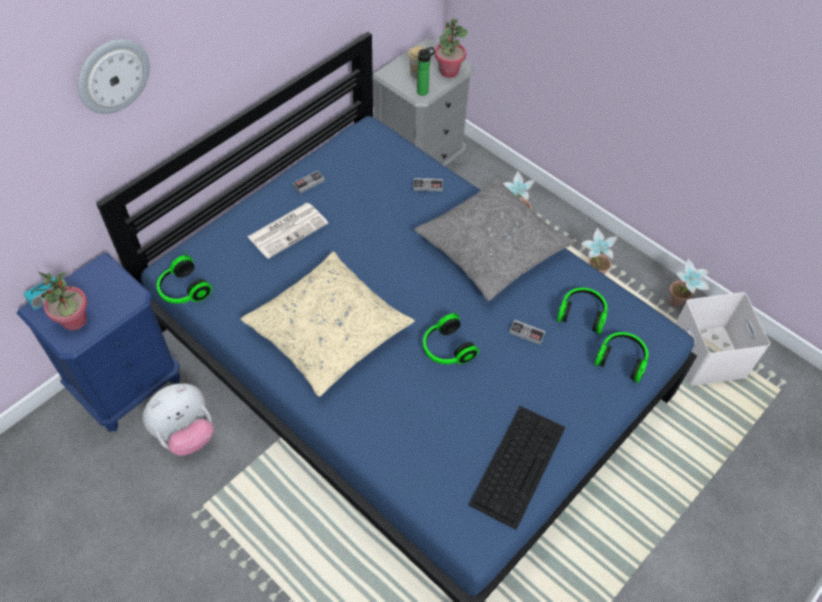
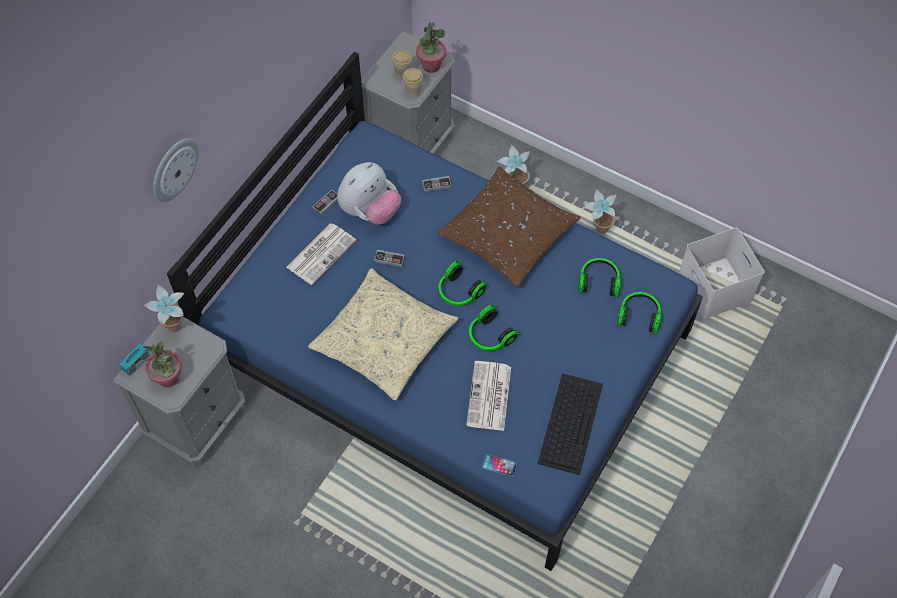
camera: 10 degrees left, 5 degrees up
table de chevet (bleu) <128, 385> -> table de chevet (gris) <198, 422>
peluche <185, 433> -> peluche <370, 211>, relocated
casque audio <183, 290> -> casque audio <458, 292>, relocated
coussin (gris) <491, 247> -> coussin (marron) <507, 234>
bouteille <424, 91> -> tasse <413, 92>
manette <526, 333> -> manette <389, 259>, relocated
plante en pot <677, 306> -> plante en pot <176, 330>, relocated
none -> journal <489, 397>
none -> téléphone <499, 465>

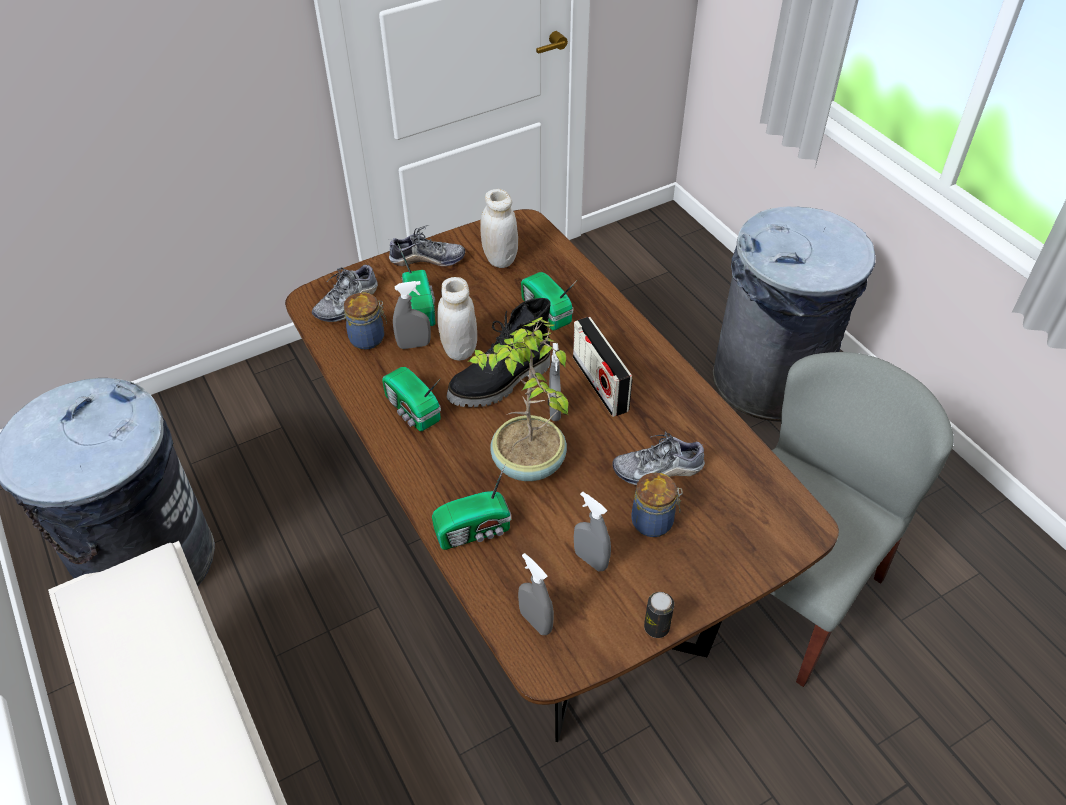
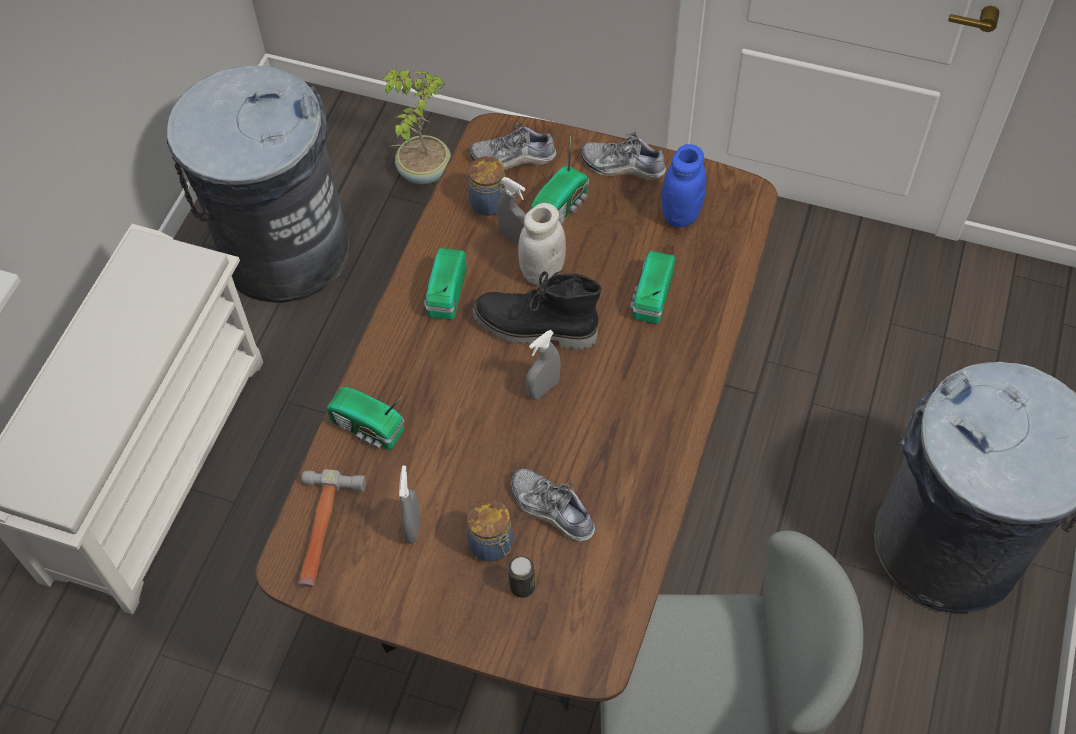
camera: 50 degrees right, 10 degrees up
chaussure <427, 259> -> chaussure <622, 166>, 150 degrees clockwise
plante en pot <527, 464> -> plante en pot <423, 171>, relocated
bocal (blanc) <500, 259> -> bocal (bleu) <680, 214>
vaporisateur (gris) <535, 621> -> marteau <322, 532>
radio <600, 384> -> none
boîte métallique <656, 627> -> boîte métallique <522, 586>, relocated

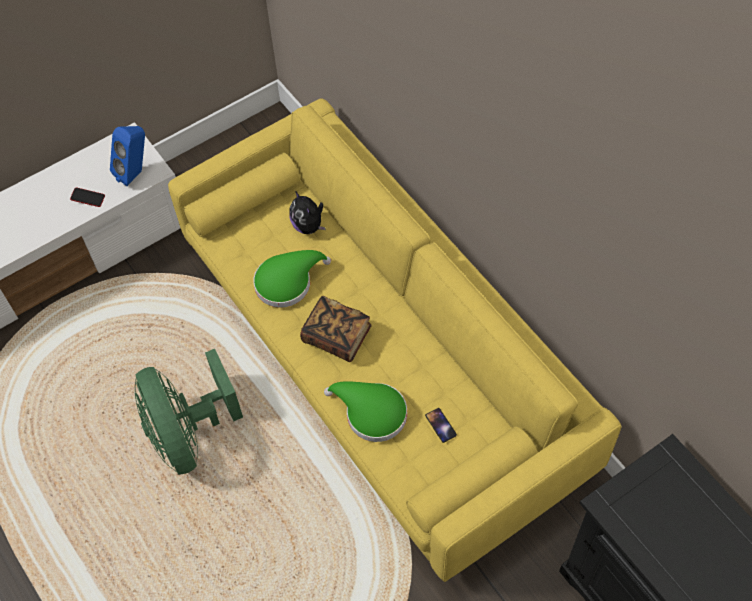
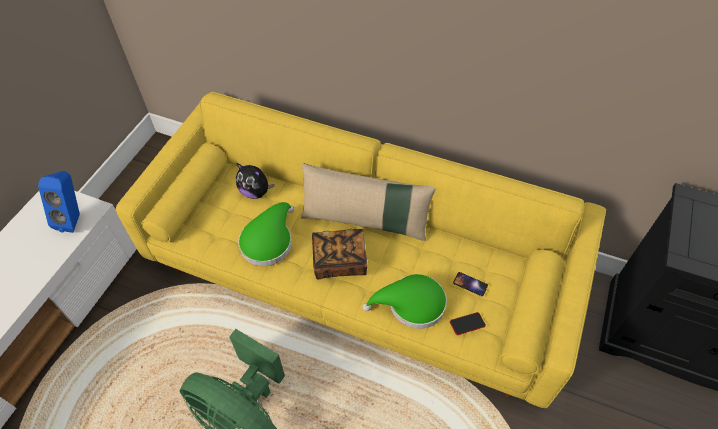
camera: 35 degrees left, 5 degrees down
téléphone <88, 198> -> téléphone <467, 324>, relocated
none -> coussin (beige) <366, 221>

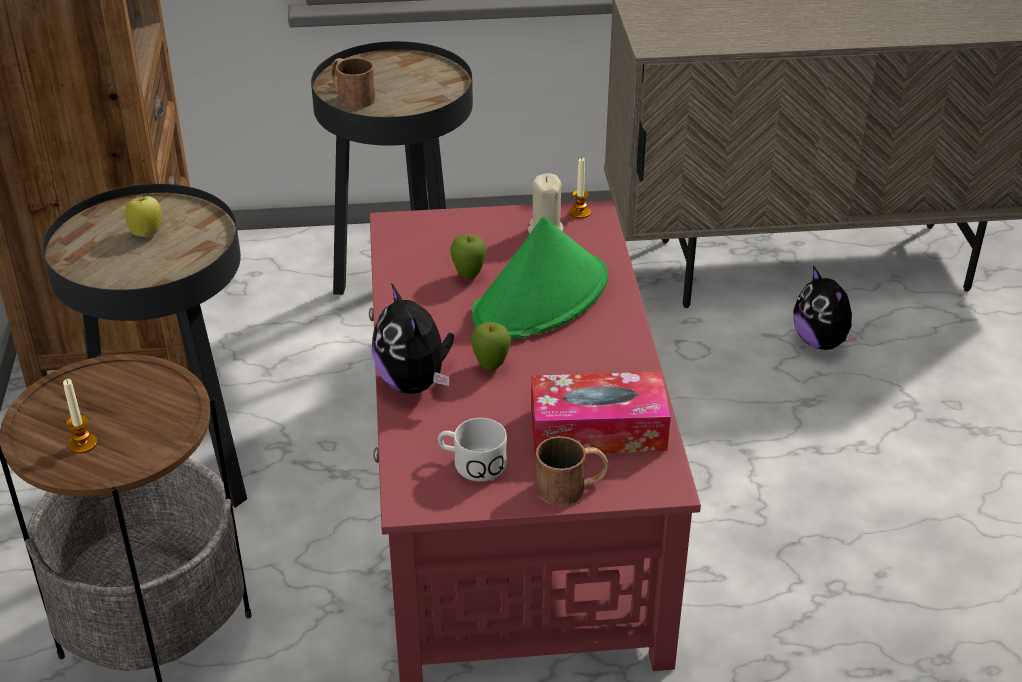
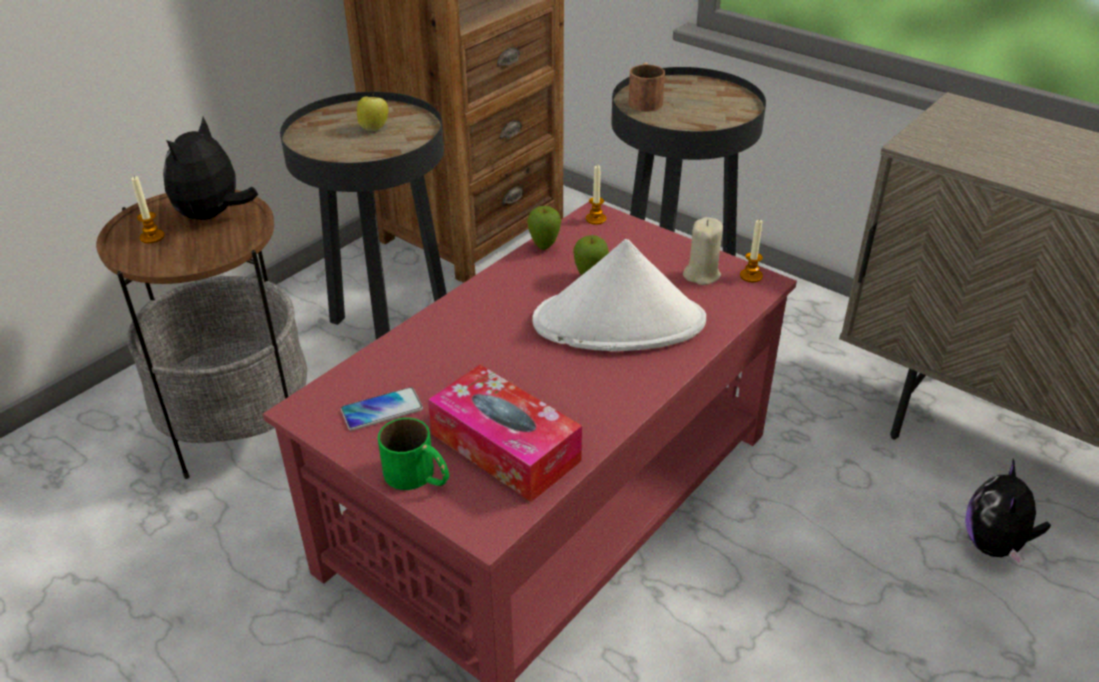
camera: 45 degrees right, 0 degrees up
peluche <415, 383> -> peluche <213, 216>, relocated
mug (blanc) <471, 463> -> téléphone <382, 410>
pomme <490, 367> -> pomme <544, 247>, relocated
chapeau (vert) <541, 298> -> chapeau (blanc) <620, 322>
mug (marron) <572, 486> -> mug (vert) <419, 476>
none -> bougie <596, 219>

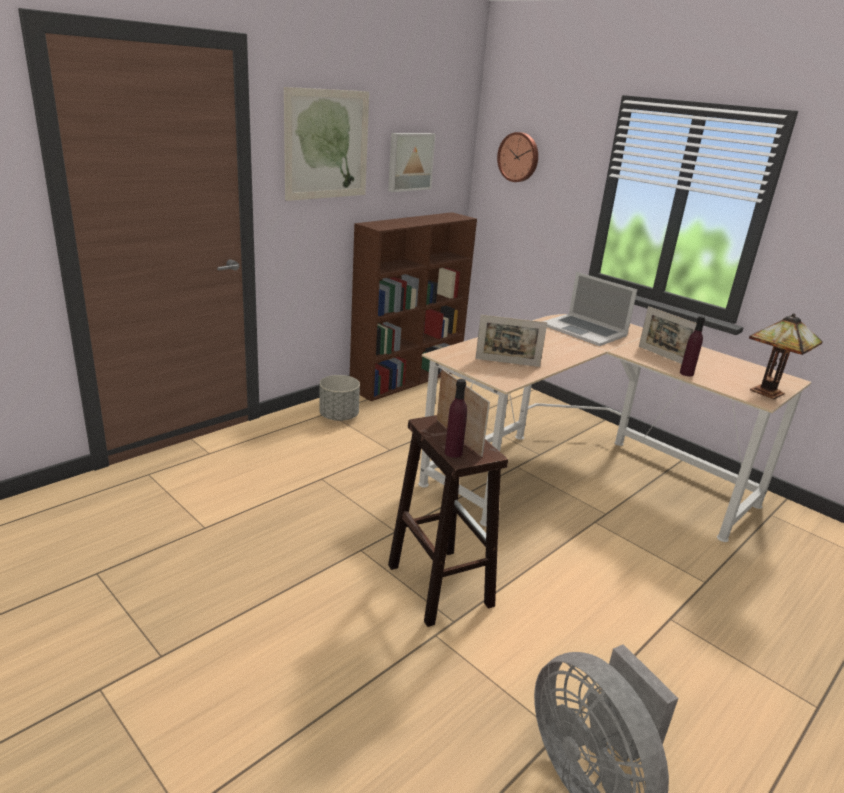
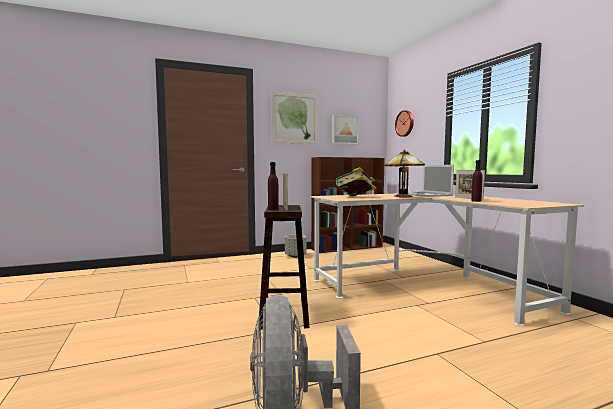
camera: 25 degrees right, 20 degrees down
cadre photo <507, 362> -> livre <355, 197>
lampe de table <770, 392> -> lampe de table <404, 197>, relocated

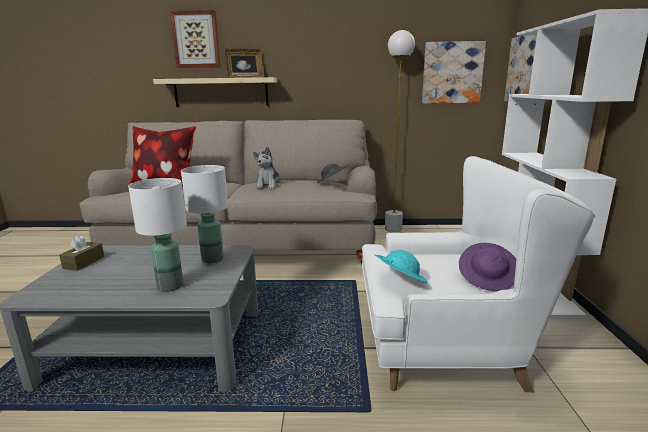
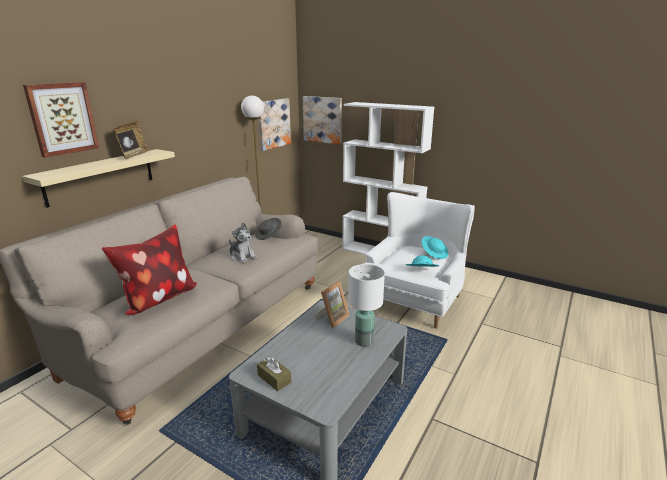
camera: 60 degrees left, 5 degrees up
lampe de table (blanc) <213, 259> -> cadre photo <332, 318>
chapeau (violet) <488, 279> -> chapeau (turquoise) <434, 254>

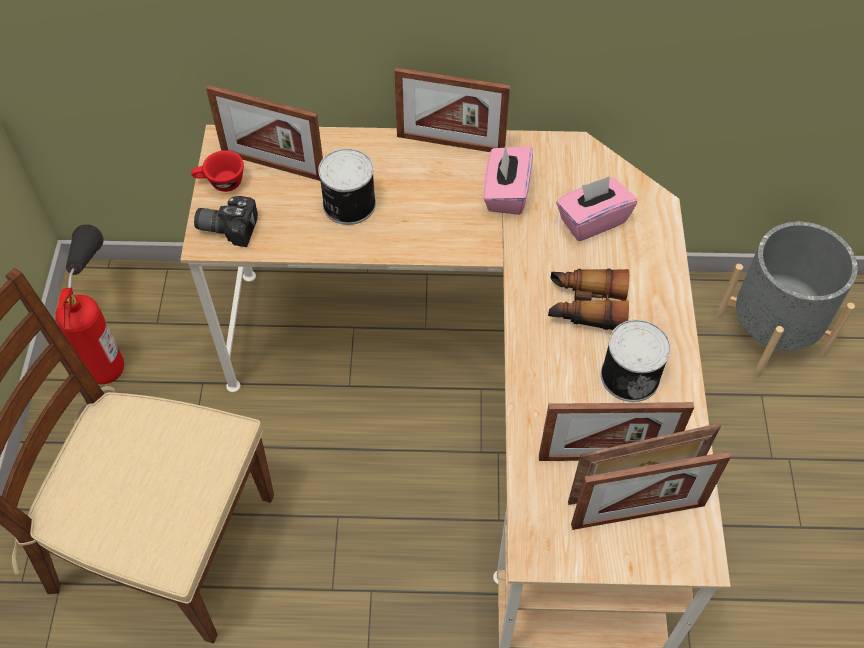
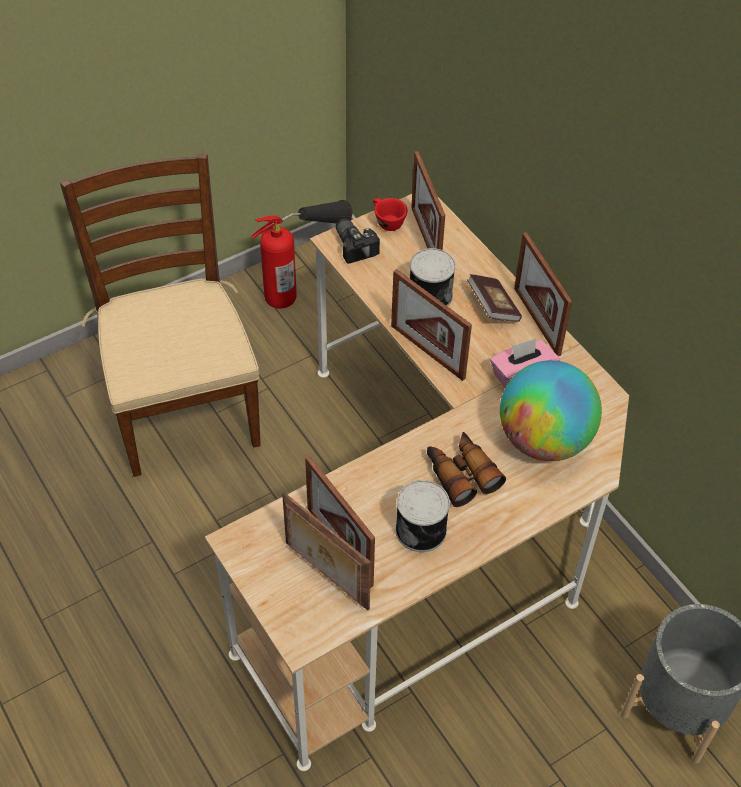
camera: 55 degrees right, 5 degrees down
boîte à mouchoirs (rose) <592, 220> -> globe <543, 440>
cadre photo <638, 515> -> cadre photo <427, 352>, relocated
none -> livre <493, 307>

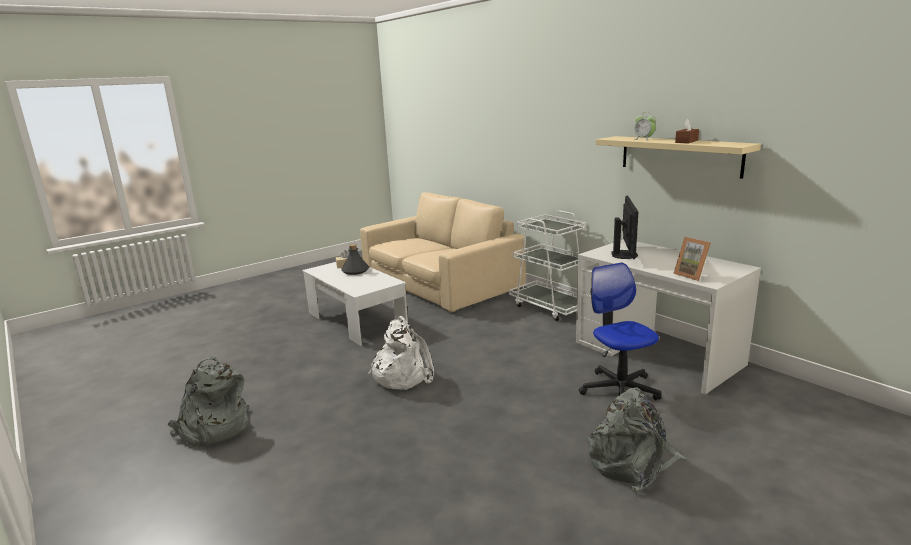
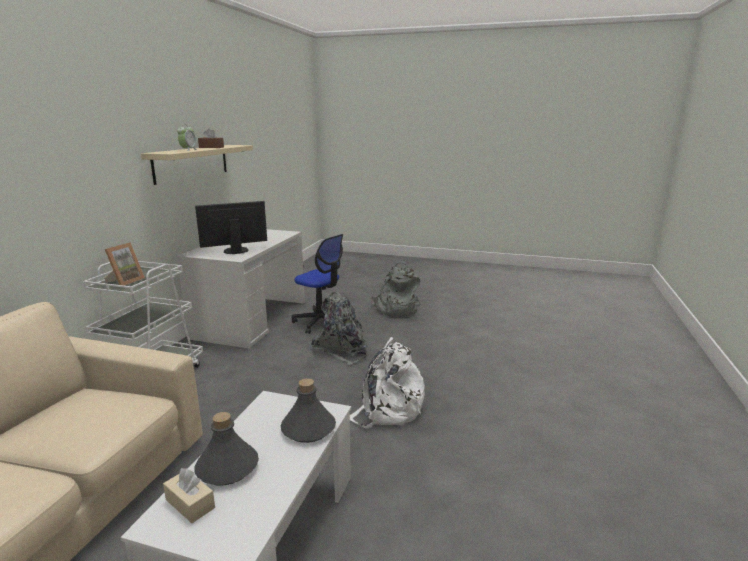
camera: 125 degrees left, 0 degrees up
sac à dos (gris) <213, 428> -> sac à dos (gris) <342, 349>, relocated
chaise de bureau <619, 390> -> chaise de bureau <321, 322>, 90 degrees counterclockwise
cadre photo <692, 275> -> cadre photo <125, 281>, relocated
none -> bouteille (gris) <309, 429>

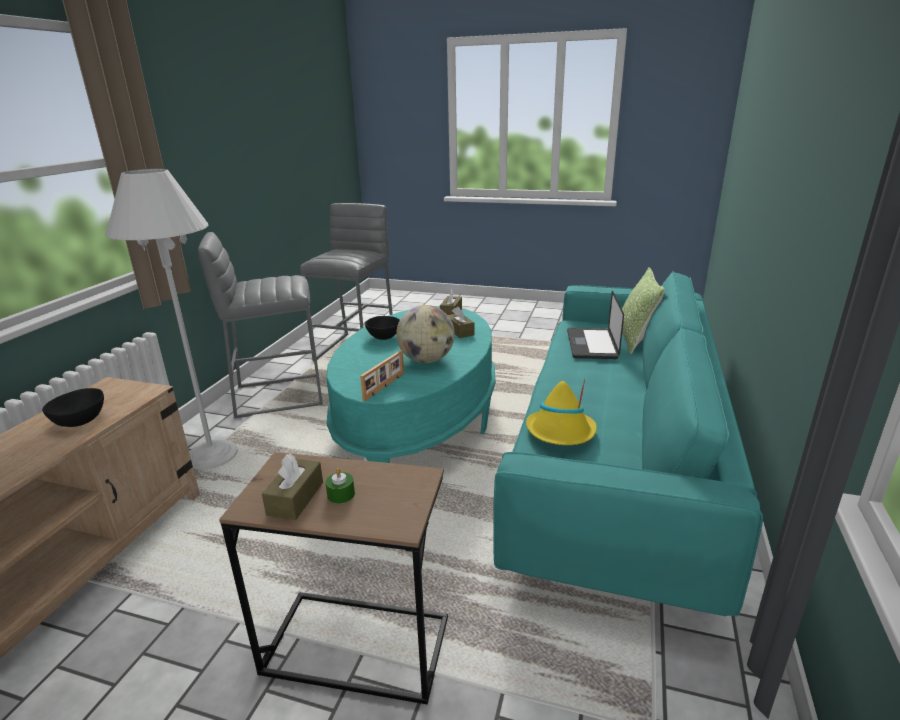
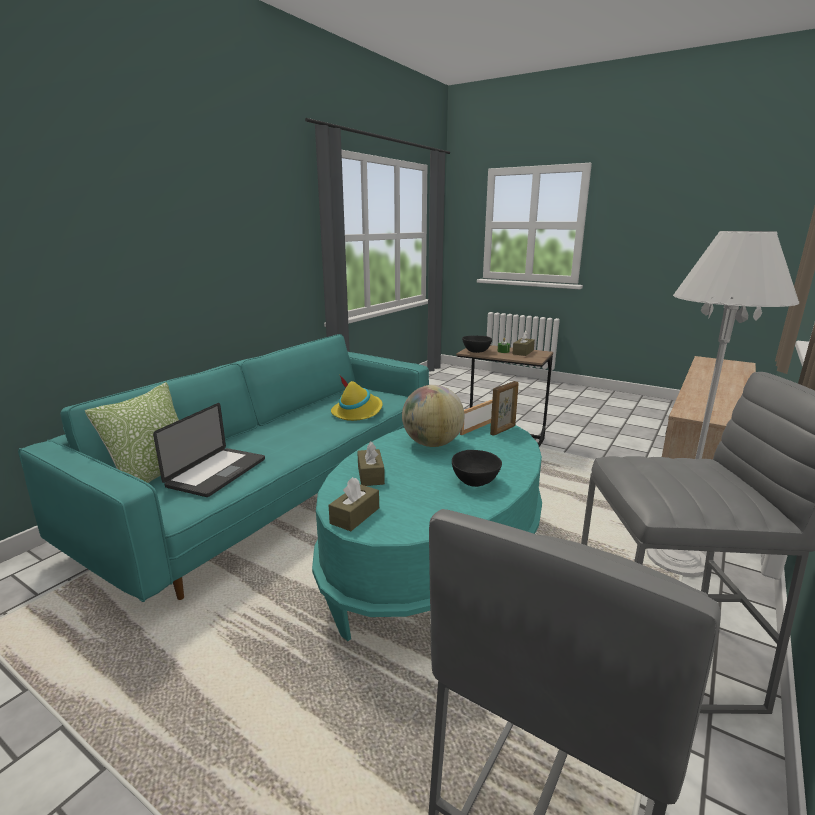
camera: 165 degrees left, 5 degrees down
bol (noir) <82, 421> -> bol (noir) <475, 351>, relocated
none -> cadre photo <503, 430>

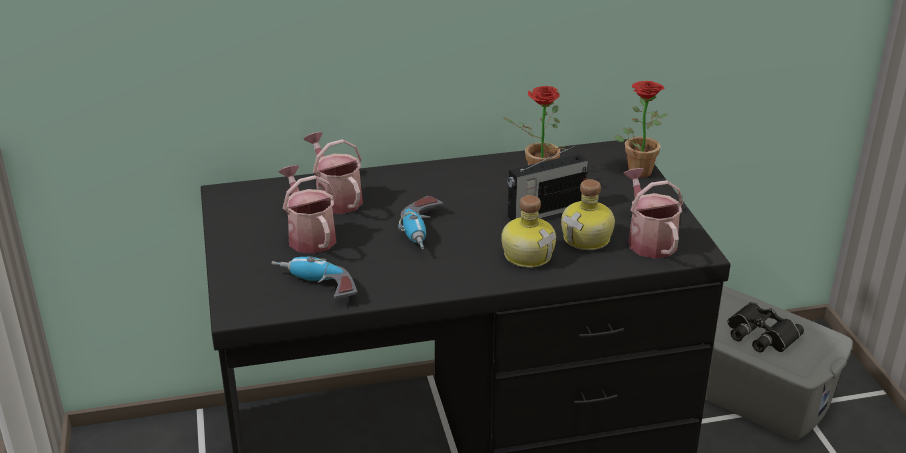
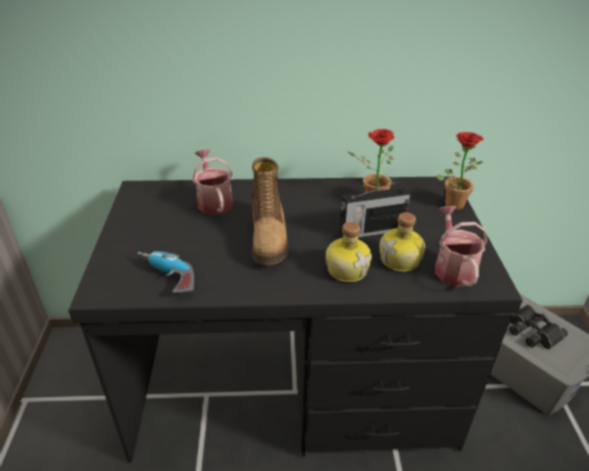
camera: 10 degrees right, 5 degrees up
arrosoir <309, 236> -> none
perceuse <423, 232> -> botte <269, 238>

